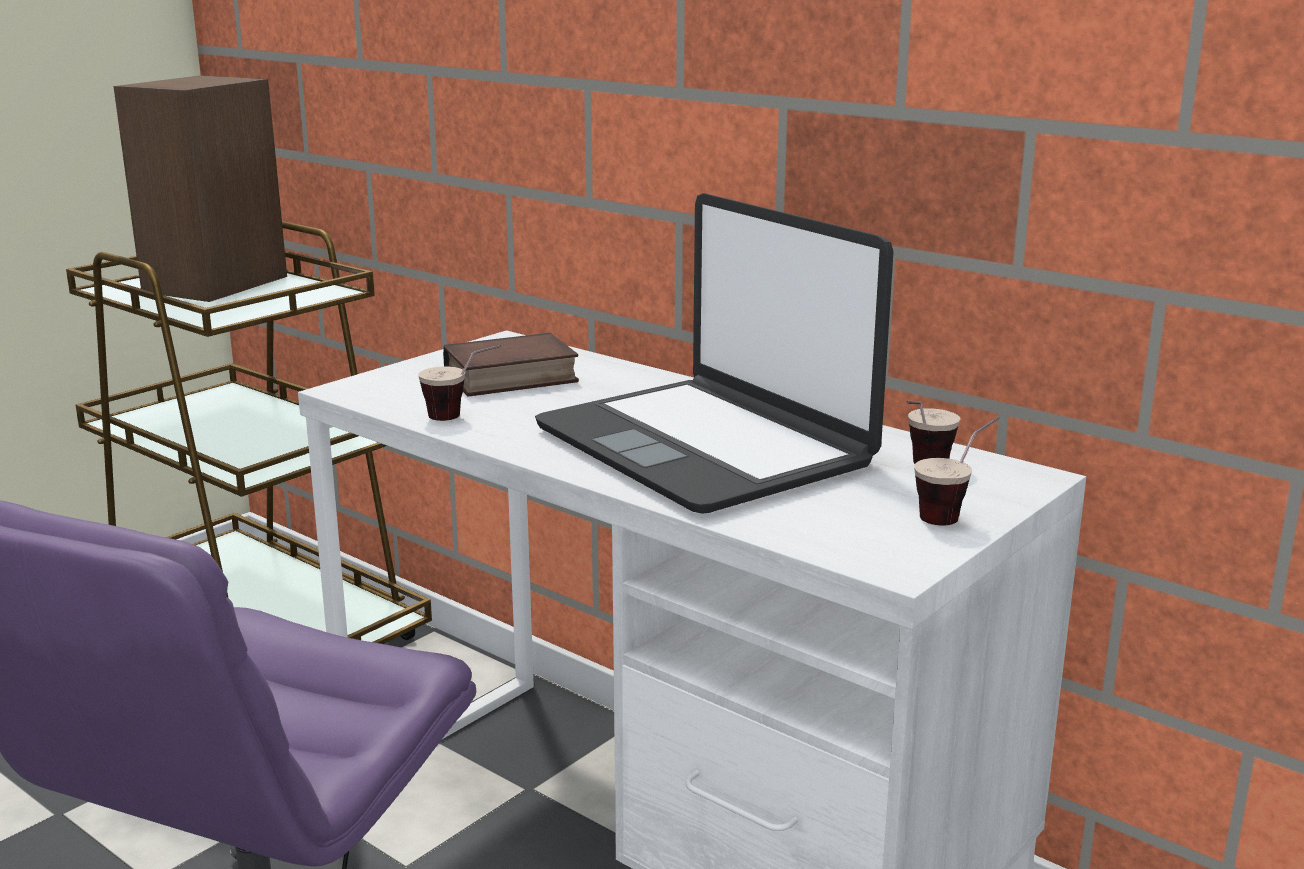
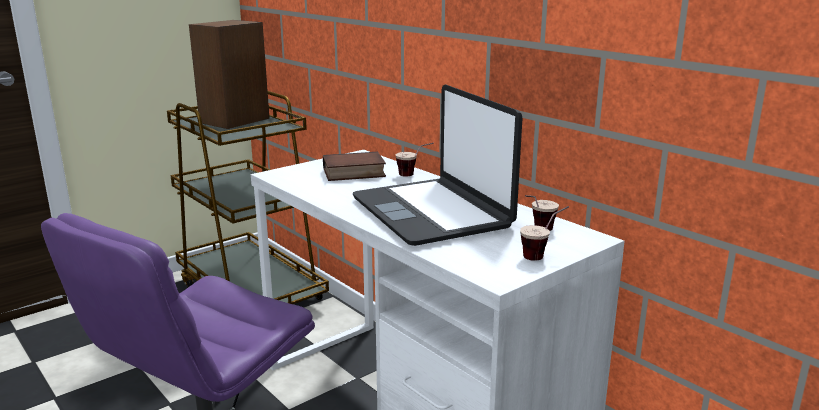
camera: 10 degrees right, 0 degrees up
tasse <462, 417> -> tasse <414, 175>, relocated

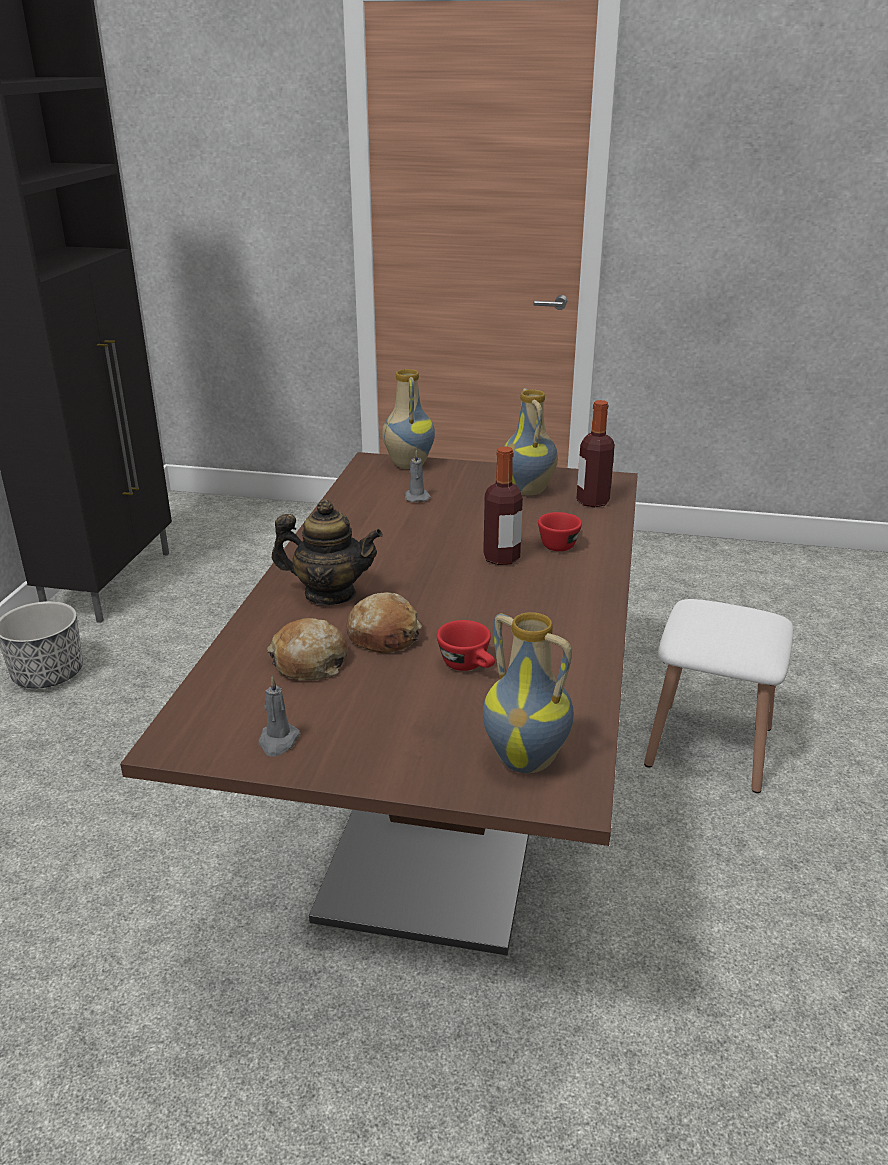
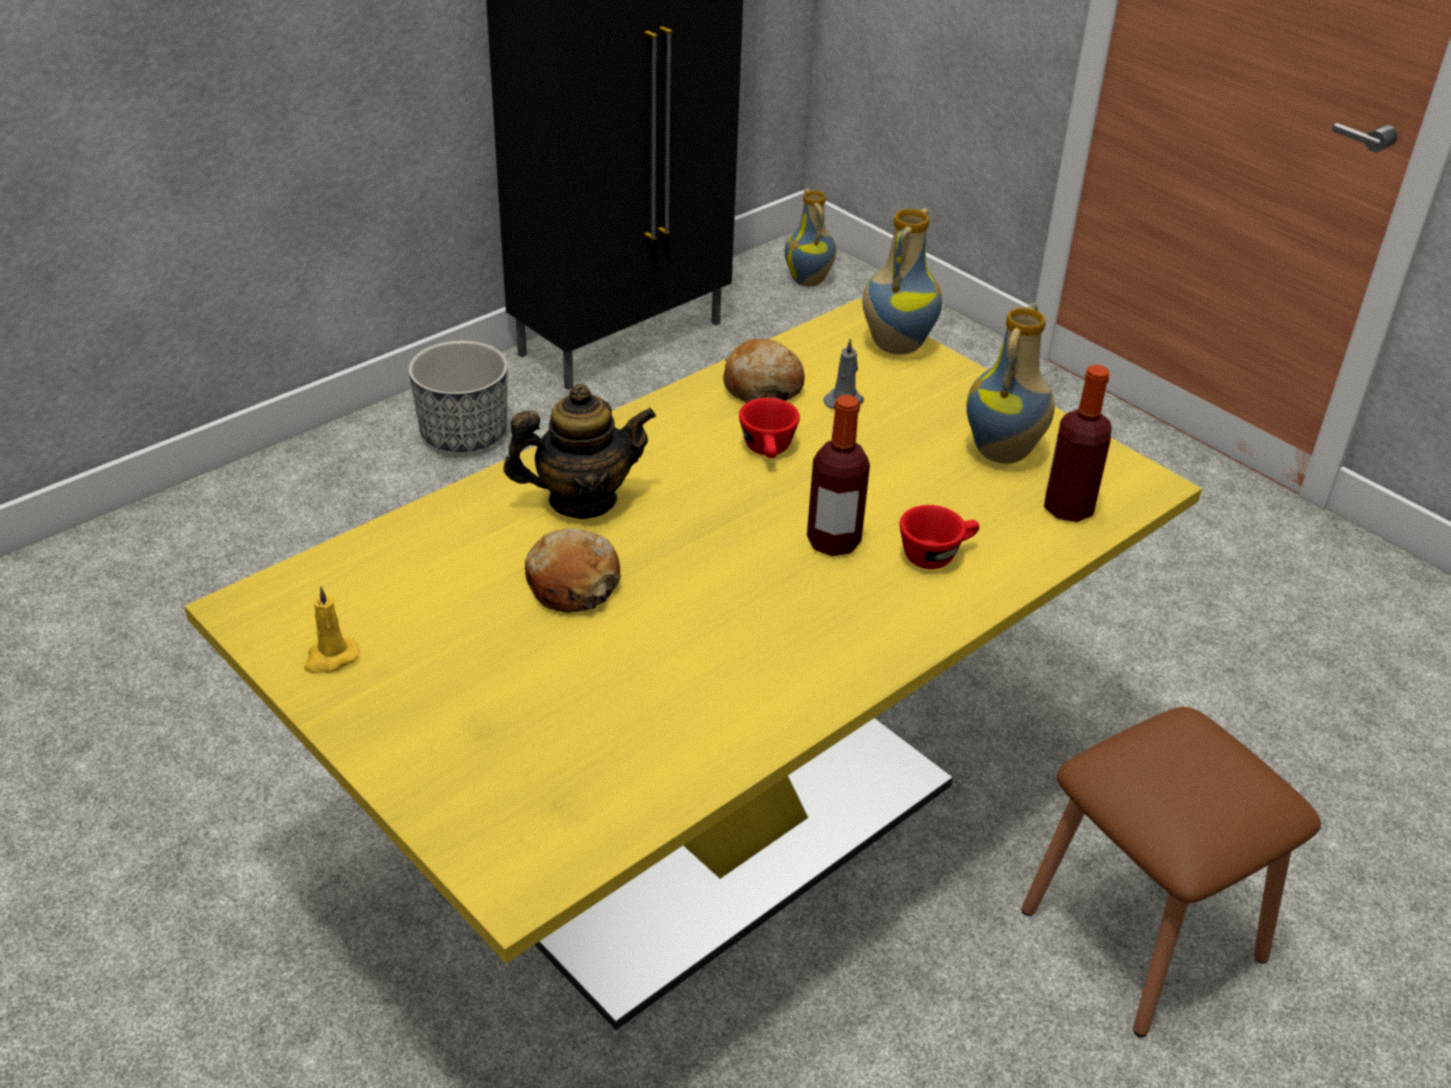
camera: 35 degrees right, 10 degrees up
table à manger (marron) <443, 812> -> table à manger (jaune) <713, 824>
bougie (gris) <278, 741> -> bougie (jaune) <330, 658>
pain <309, 662> -> pain <762, 386>, relocated
théière <330, 594> -> théière <582, 500>, 60 degrees counterclockwise
tasse (rouge) <469, 666> -> tasse (rouge) <769, 451>, relocated
vase <527, 759> -> vase <809, 281>, relocated
tabouret (blanc) <709, 746> -> tabouret (marron) <1143, 934>

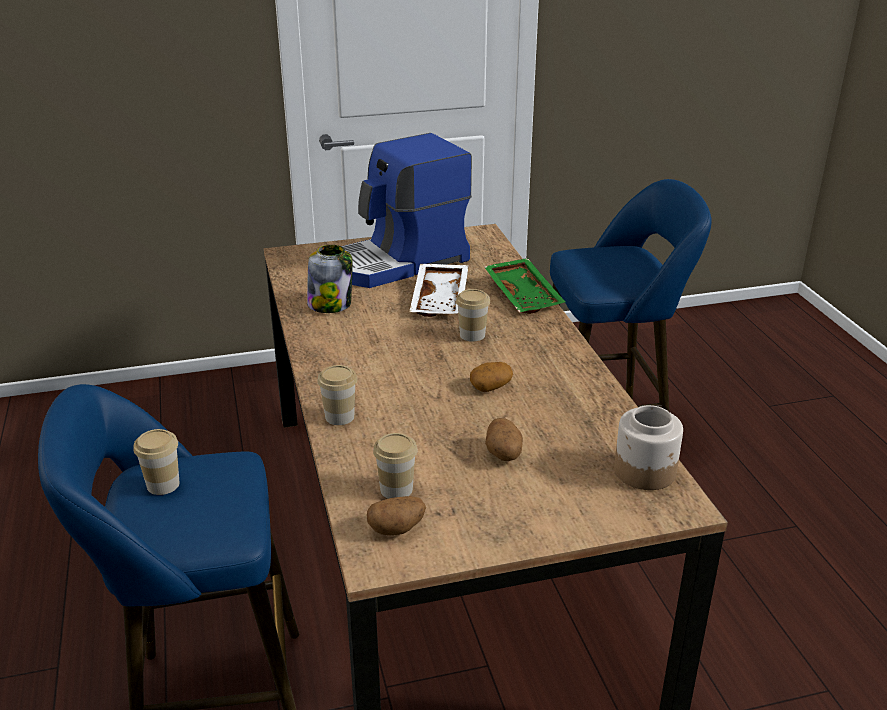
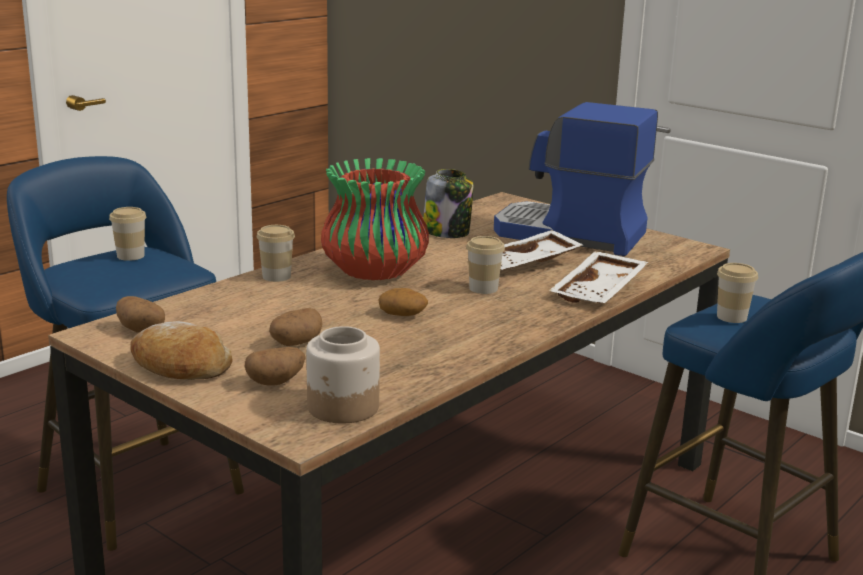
camera: 55 degrees right, 10 degrees down
tasse <396, 489> -> tasse <731, 317>, relocated
plateau (vert) <524, 295> -> plateau (blanc) <600, 291>
none -> pain <180, 367>
none -> pomme de terre <275, 382>
none -> vase <374, 271>

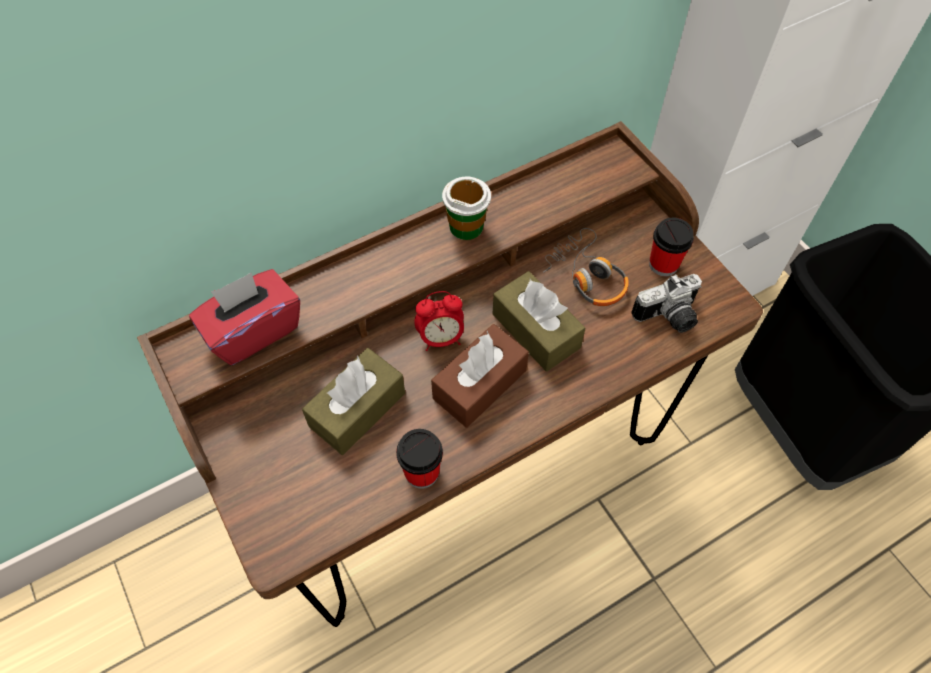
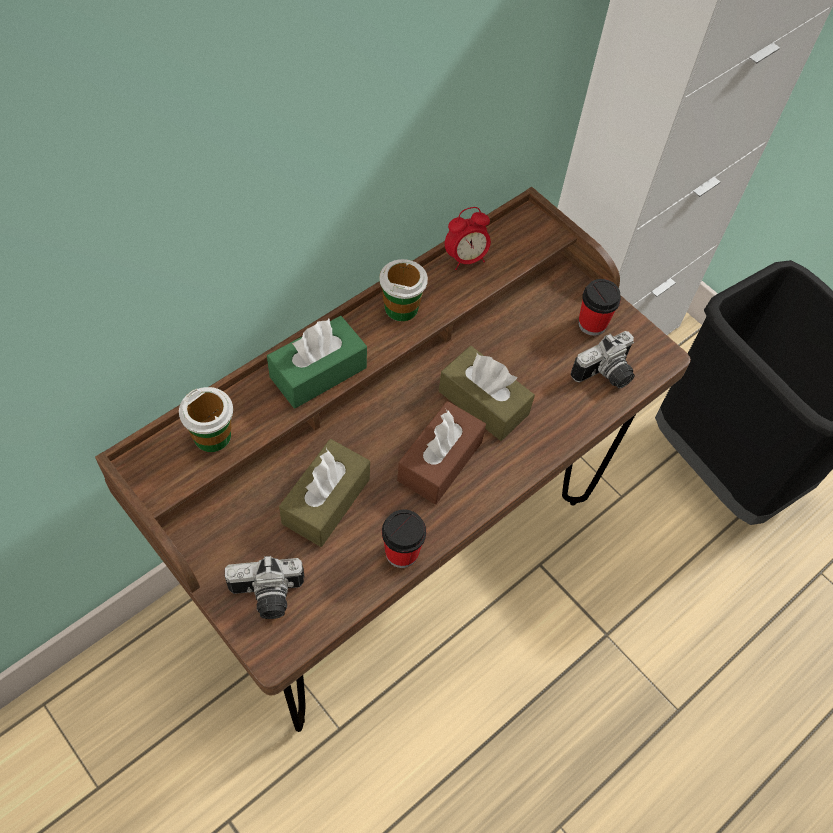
camera: 15 degrees left, 0 degrees up
boîte à mouchoirs (rouge) <253, 331> -> tasse <212, 436>
réveil <441, 338> -> réveil <466, 259>, relocated
casque audio <587, 276> -> none
none -> appareil photo <267, 597>
none -> boîte à mouchoirs (vert) <318, 372>

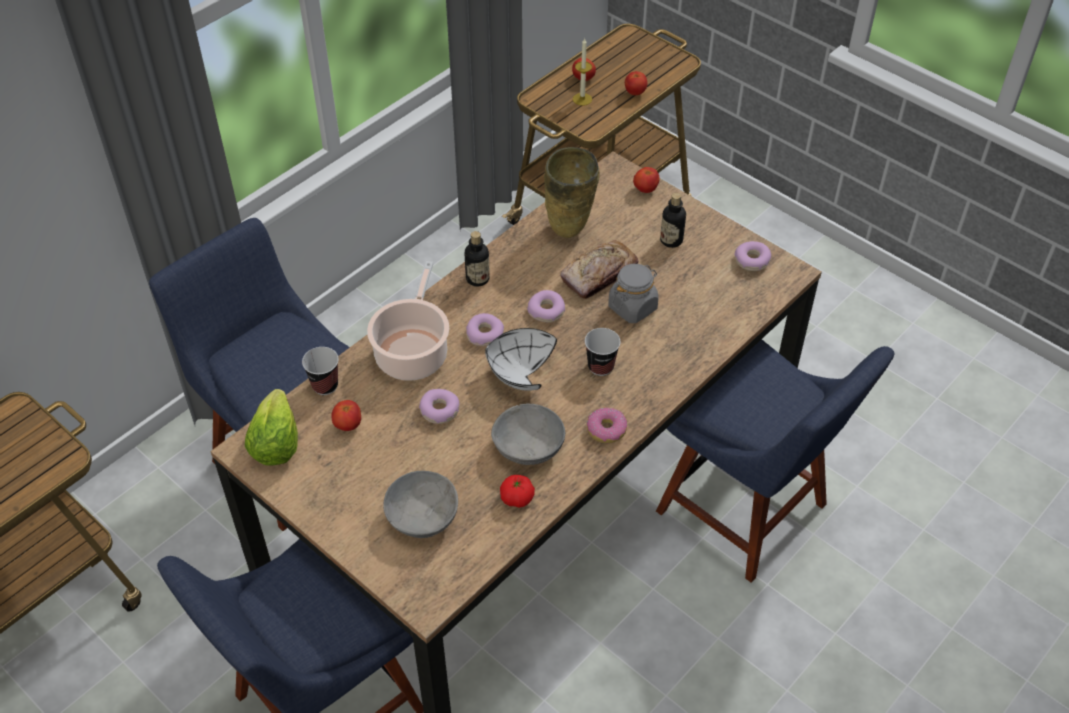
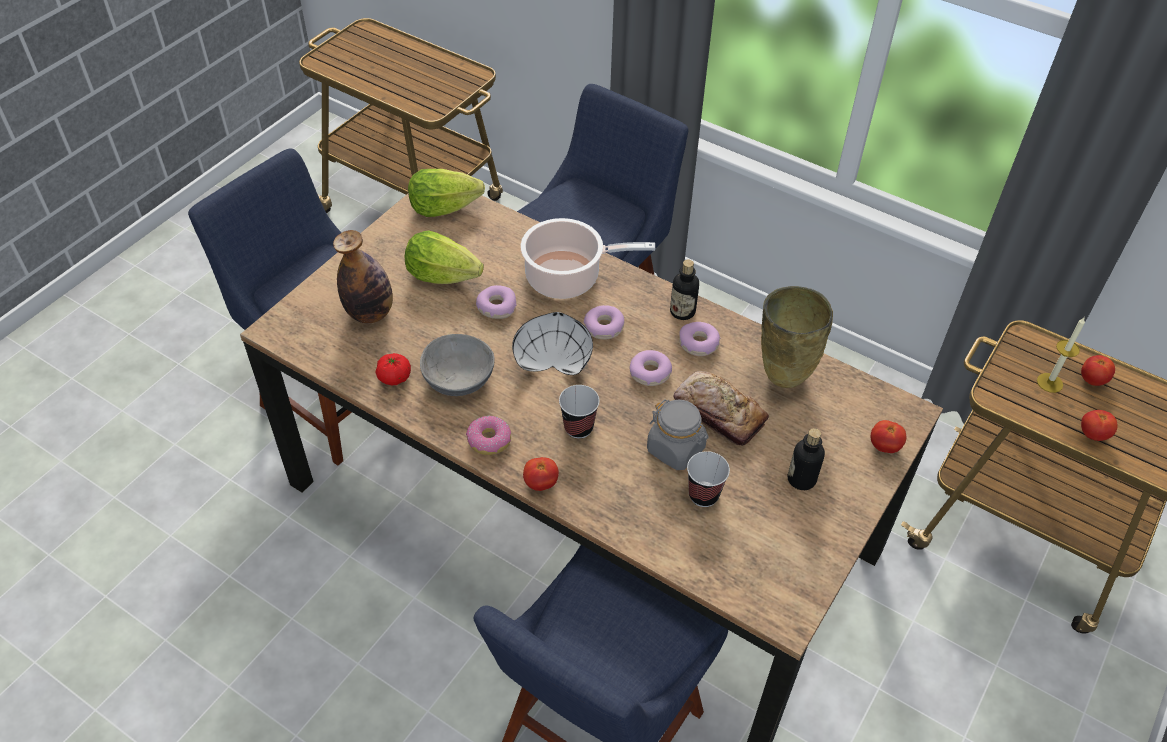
camera: 80 degrees right, 0 degrees up
tasse <325, 385> -> tasse <703, 495>, relocated
tomate <348, 425> -> tomate <541, 483>, relocated
bol (gris) <423, 516> -> bouteille <370, 313>
beignet <752, 261> -> beignet <698, 344>, relocated
none -> laitue <442, 275>

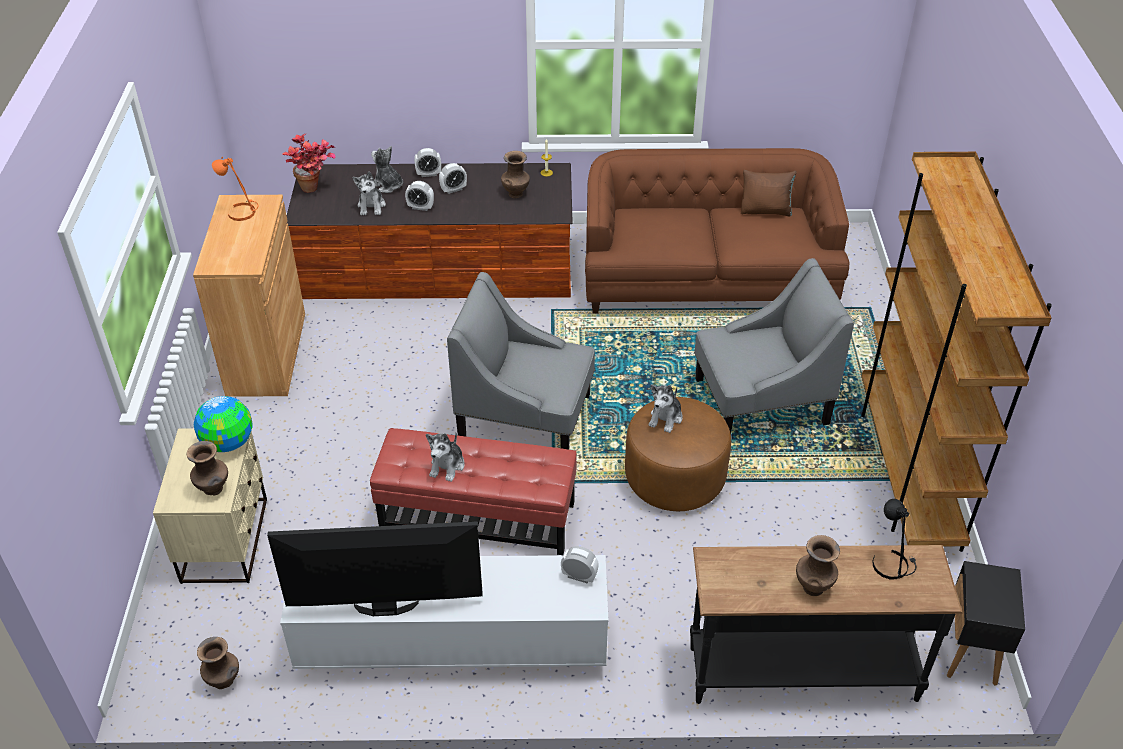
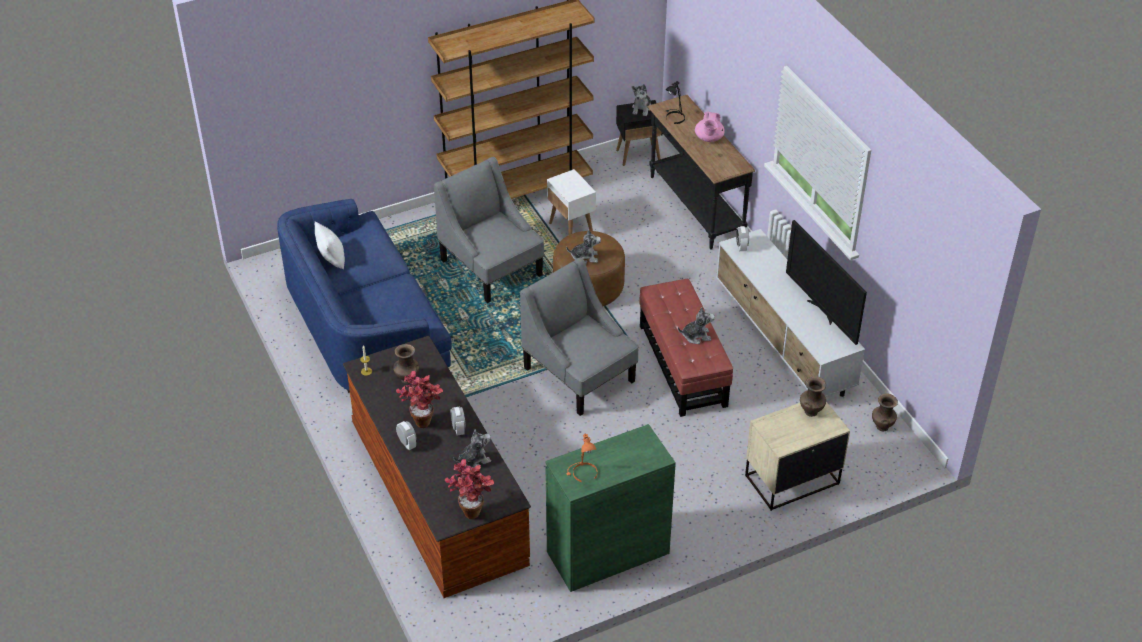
camera: 115 degrees left, 0 degrees up
meuble de rangement (marron) <266, 354> -> meuble de rangement (vert) <608, 552>
globe <229, 443> -> none
peluche <388, 185> -> peluche <642, 108>, relocated
réveil <453, 189> -> plante en pot <421, 419>
fauteuil (gris) <525, 417> -> fauteuil (gris) <579, 375>, 150 degrees clockwise
canapé (marron) <706, 277> -> canapé (bleu) <365, 327>
coussin (marron) <765, 211> -> coussin (blanc) <332, 258>
vase (marron) <813, 587> -> théière (rose) <709, 138>
none -> table d'appoint (blanc) <571, 230>

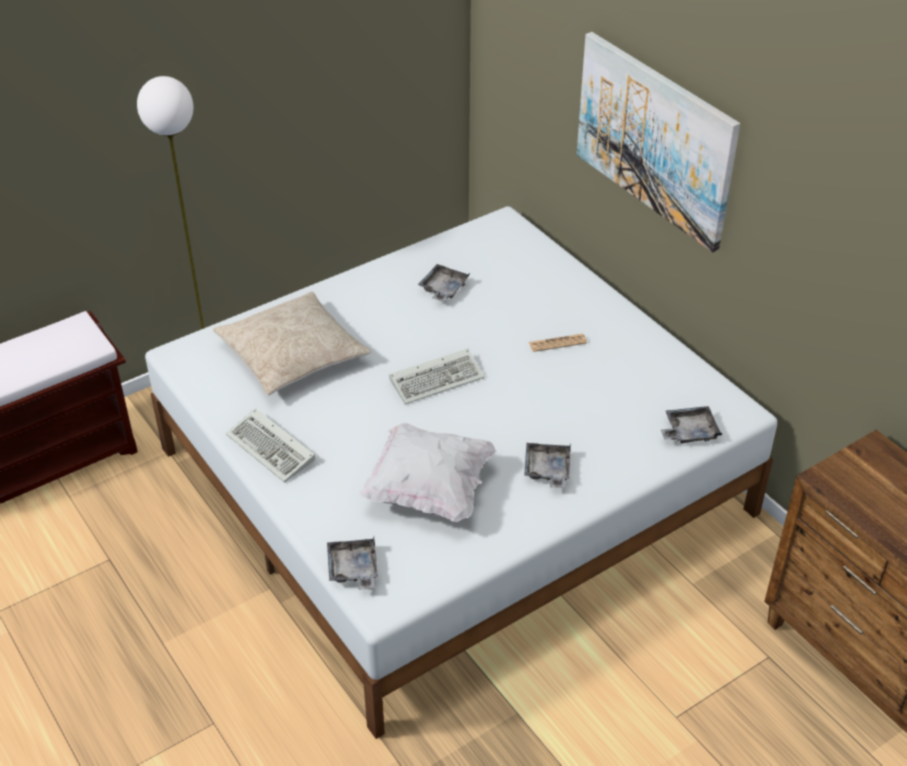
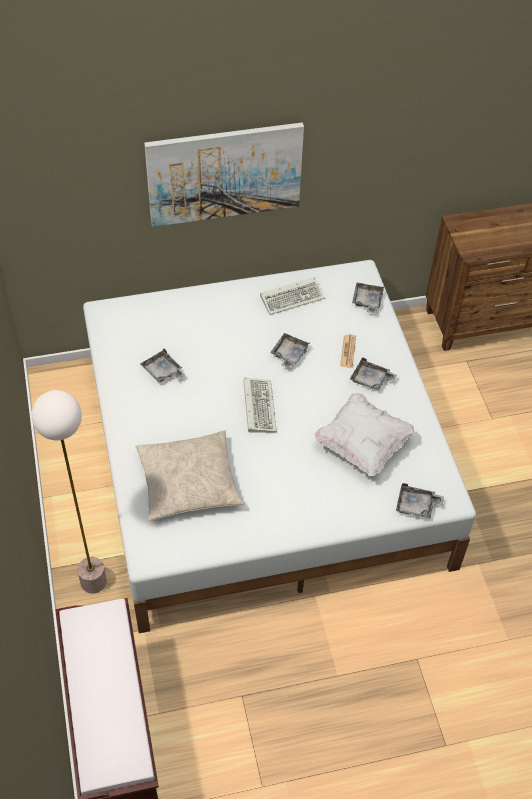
camera: 70 degrees left, 10 degrees up
clavier <273, 449> -> clavier <293, 297>, relocated
journal <557, 343> -> journal <348, 351>, relocated
none -> plateau (gris) <289, 354>

